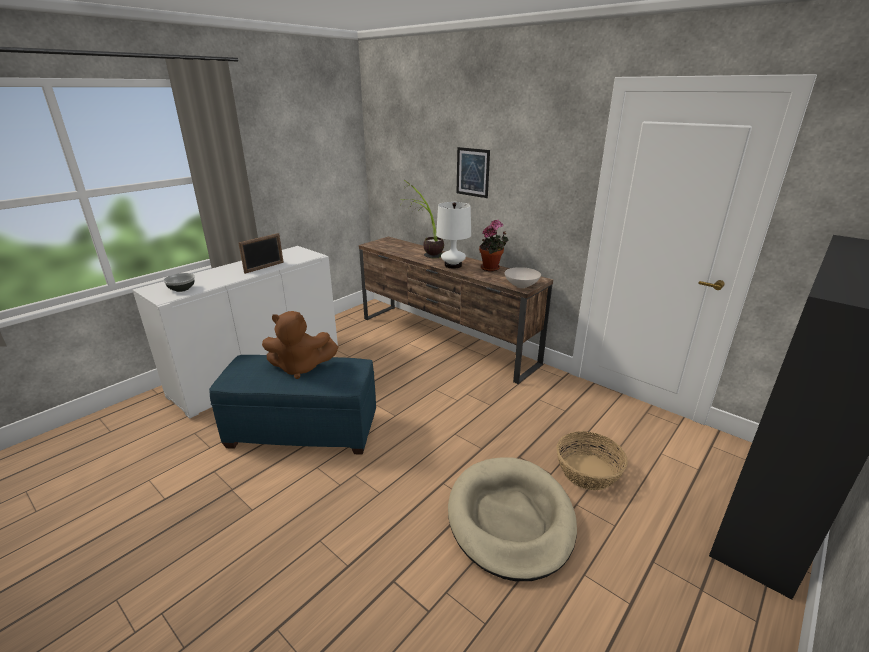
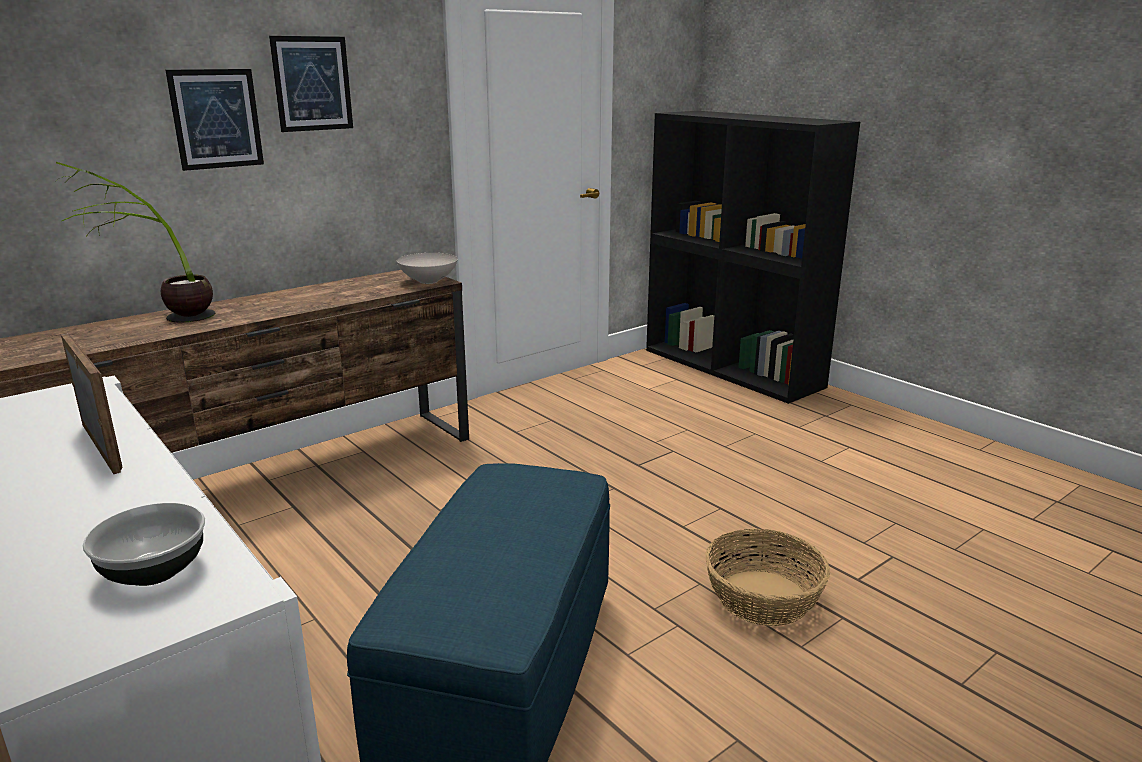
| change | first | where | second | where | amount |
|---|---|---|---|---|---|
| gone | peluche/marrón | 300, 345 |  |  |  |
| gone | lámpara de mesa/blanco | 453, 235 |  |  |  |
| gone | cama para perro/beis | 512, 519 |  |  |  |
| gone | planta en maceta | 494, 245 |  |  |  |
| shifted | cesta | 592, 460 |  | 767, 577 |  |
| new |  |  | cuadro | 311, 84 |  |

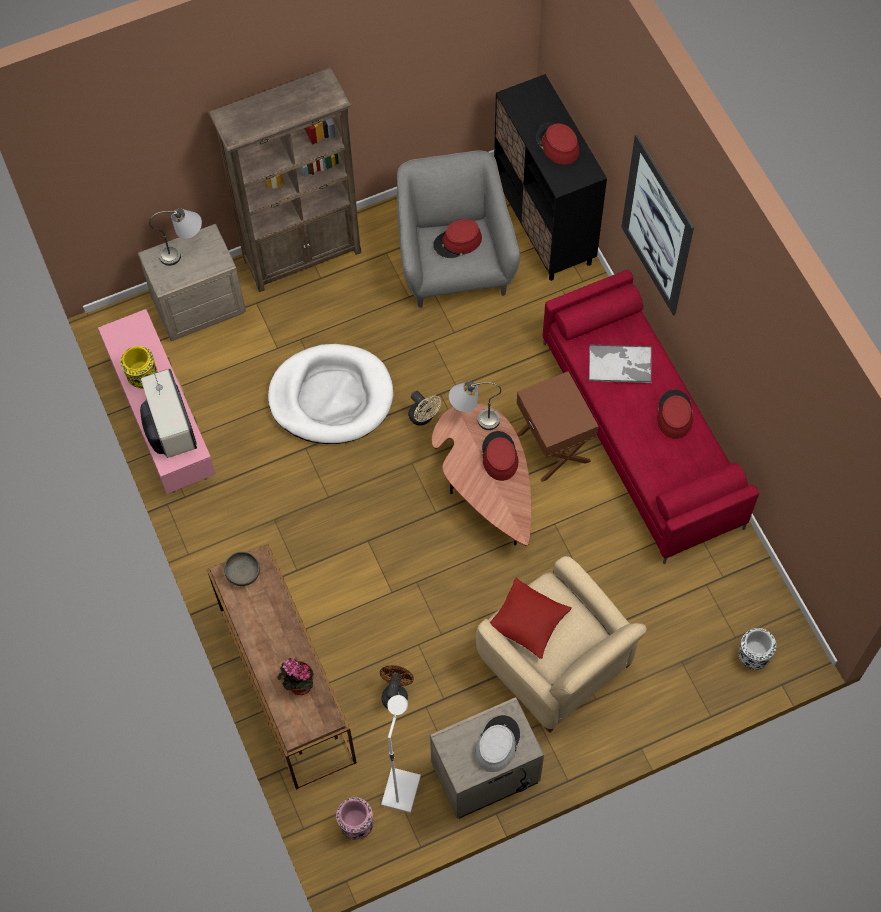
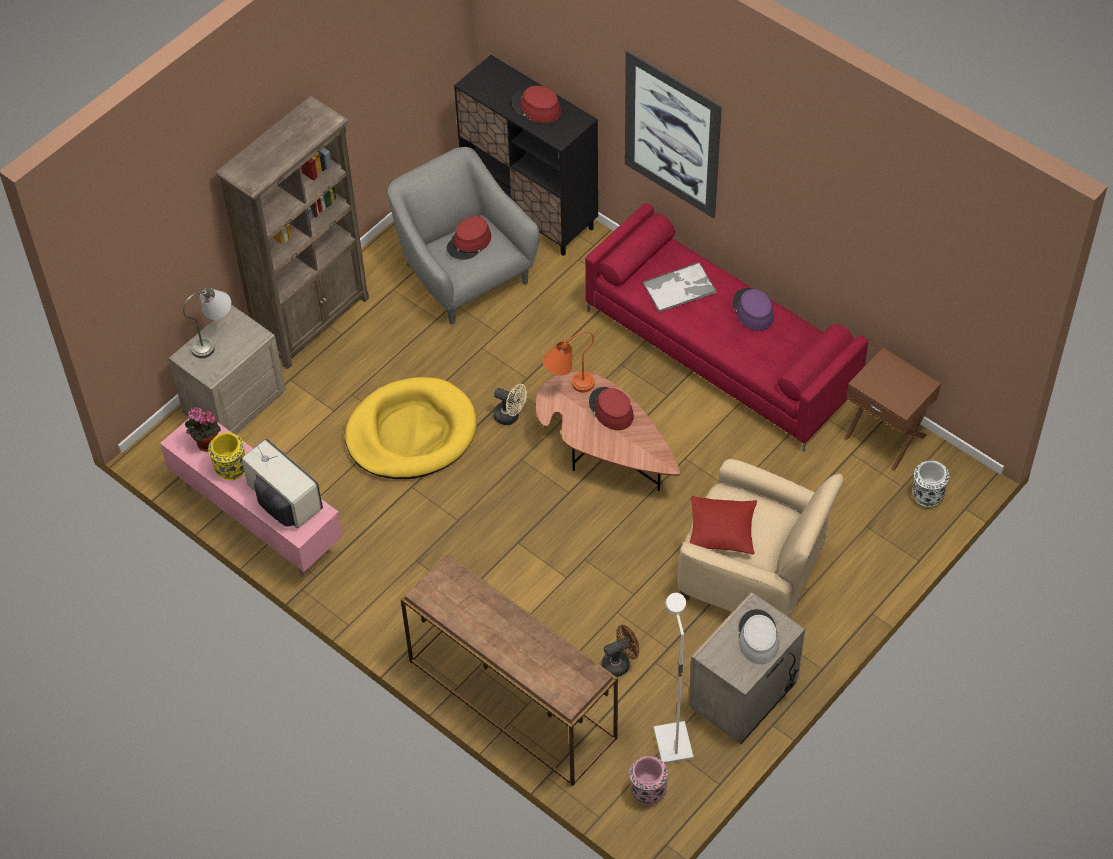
| change | first | where | second | where | amount |
|---|---|---|---|---|---|
| gone | cuenco/gris | 242, 568 |  |  |  |
| repainted | cama para perro/blanco | 331, 394 | cama para perro/amarillo | 410, 428 |  |
| shifted | planta en maceta | 295, 676 |  | 203, 429 |  |
| rotated | ventilador/marrón | 397, 687 |  | 620, 651 | 75 degrees clockwise |
| repainted | lámpara de mesa/gris | 475, 405 | lámpara de mesa/naranja | 568, 362 |  |
| shifted | mesa auxiliar/marrón | 558, 426 |  | 892, 409 |  |
| repainted | sombrero/rojo | 675, 414 | sombrero/morado | 753, 309 |  |

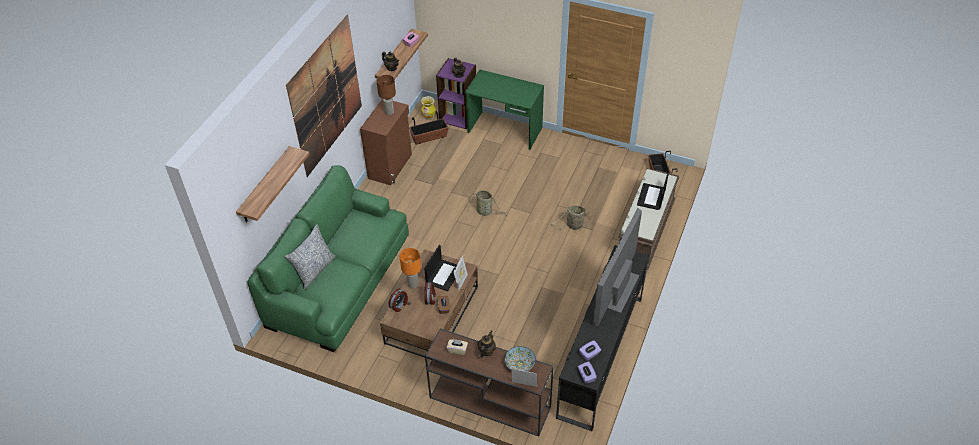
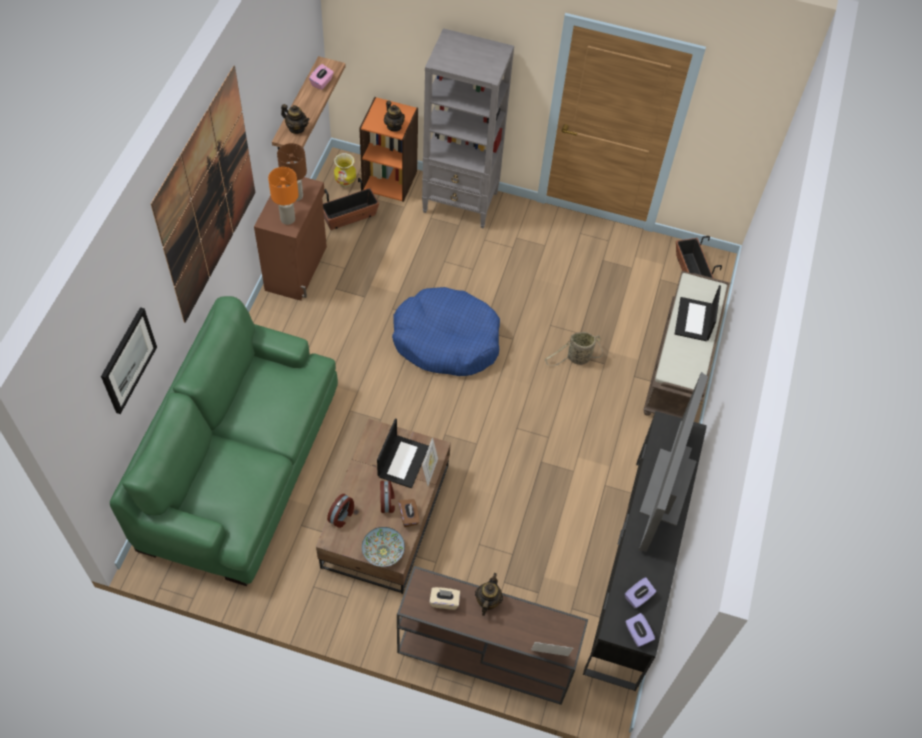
| change | first | where | second | where | amount |
|---|---|---|---|---|---|
| swapped | estante | 273, 184 | cuadro | 129, 360 |  |
| gone | cojín | 310, 257 |  |  |  |
| shifted | lámpara de mesa/naranja | 410, 268 |  | 283, 196 |  |
| repainted | estantería/morado | 456, 93 | estantería/naranja | 388, 149 |  |
| swapped | escritorio/verde | 504, 110 | estantería/gris | 468, 128 |  |
| swapped | cesta | 487, 203 | cama para perro/azul | 446, 331 |  |
| shifted | cuenco | 520, 358 |  | 383, 547 |  |

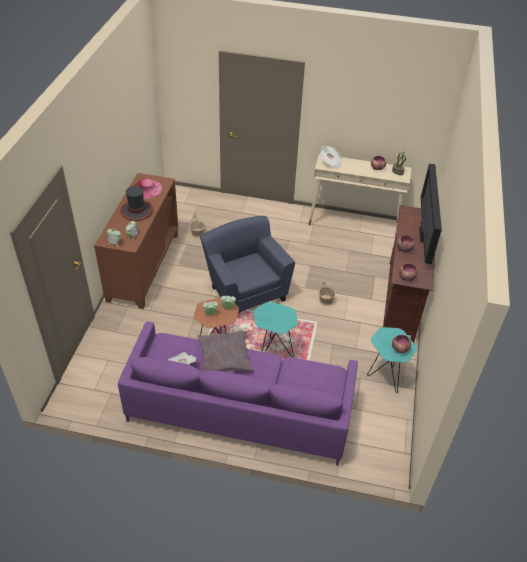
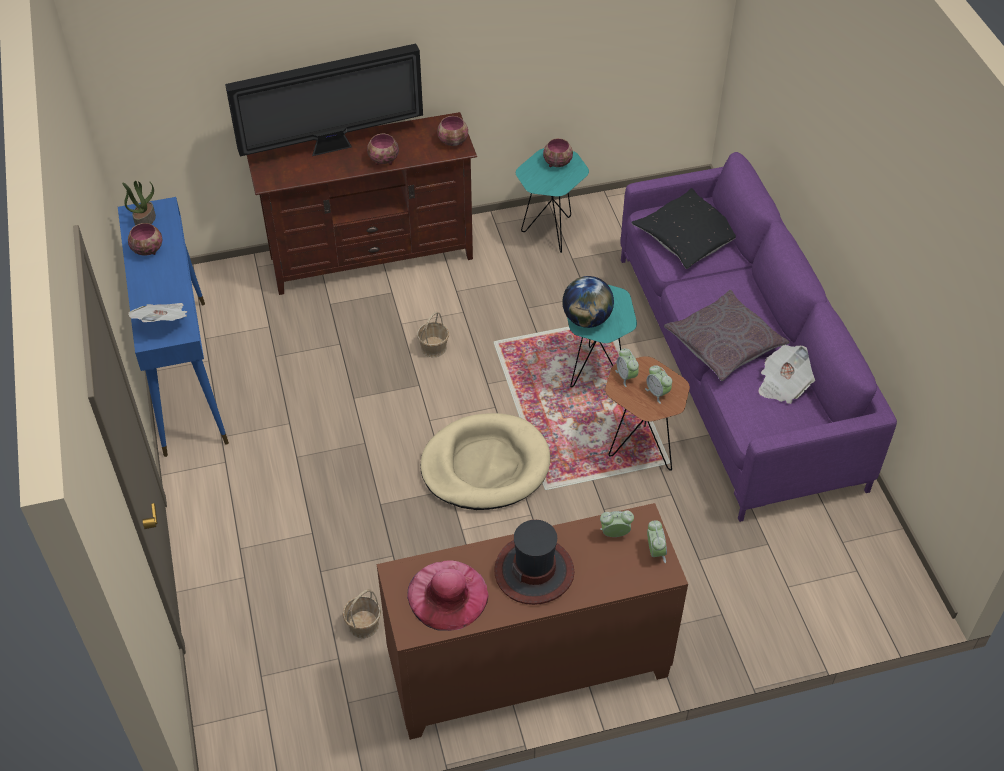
| change | first | where | second | where | amount |
|---|---|---|---|---|---|
| swapped | sillón/azul | 247, 264 | cama para perro/beis | 485, 461 |  |
| repainted | mesa consola/beis | 360, 195 | mesa consola/azul | 173, 327 |  |
| new |  |  | globo terráqueo | 588, 302 |  |
| new |  |  | cojín/negro | 684, 228 |  |

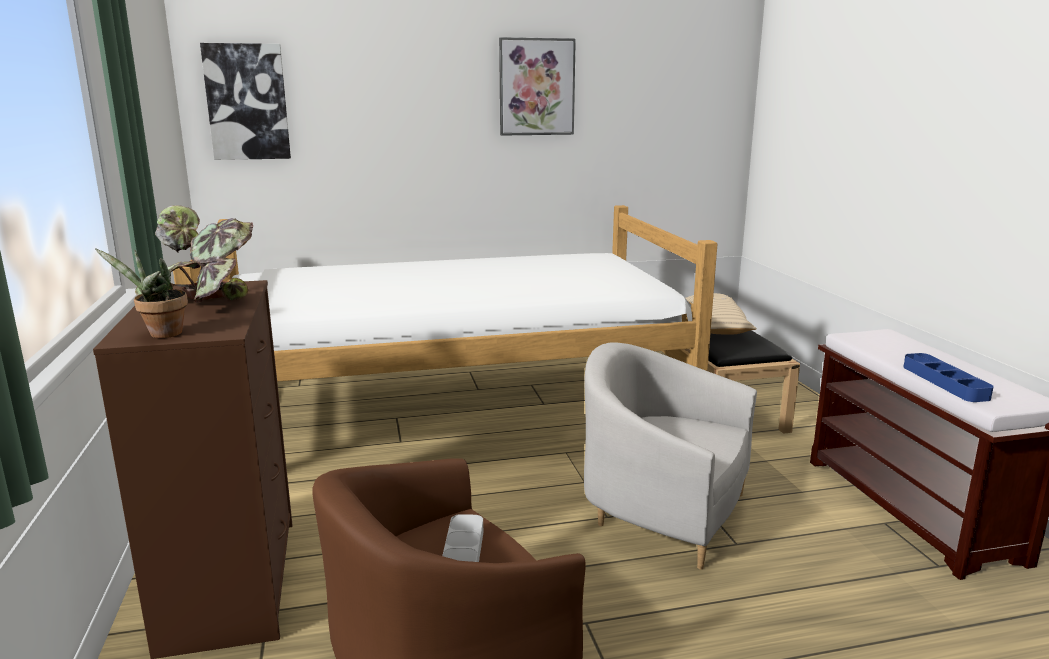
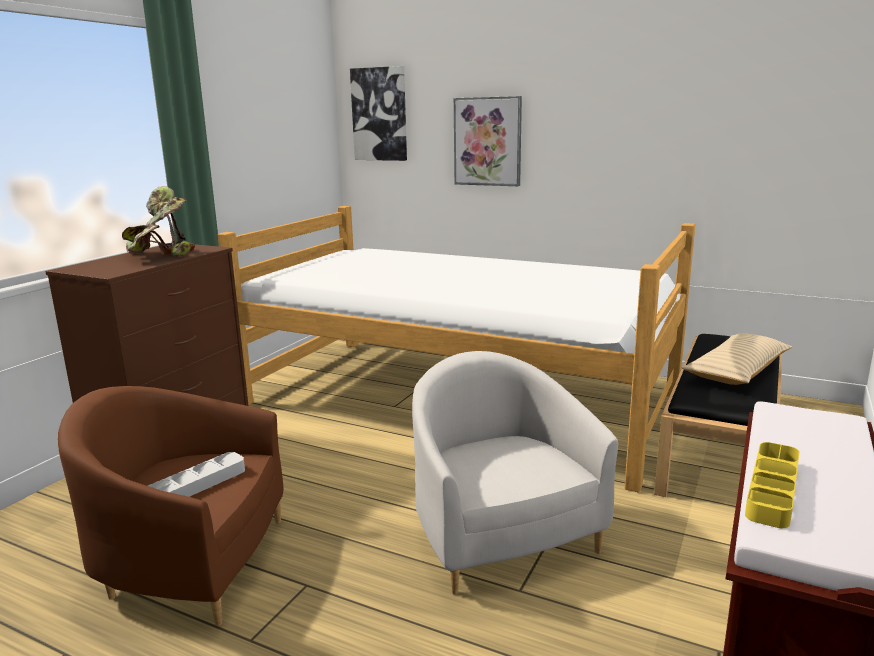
| change | first | where | second | where | amount |
|---|---|---|---|---|---|
| gone | planta en maceta | 141, 293 |  |  |  |
| shifted | cuadro | 537, 86 |  | 488, 141 |  |
| repainted | bandeja/azul | 949, 377 | bandeja/amarillo | 772, 485 |  |

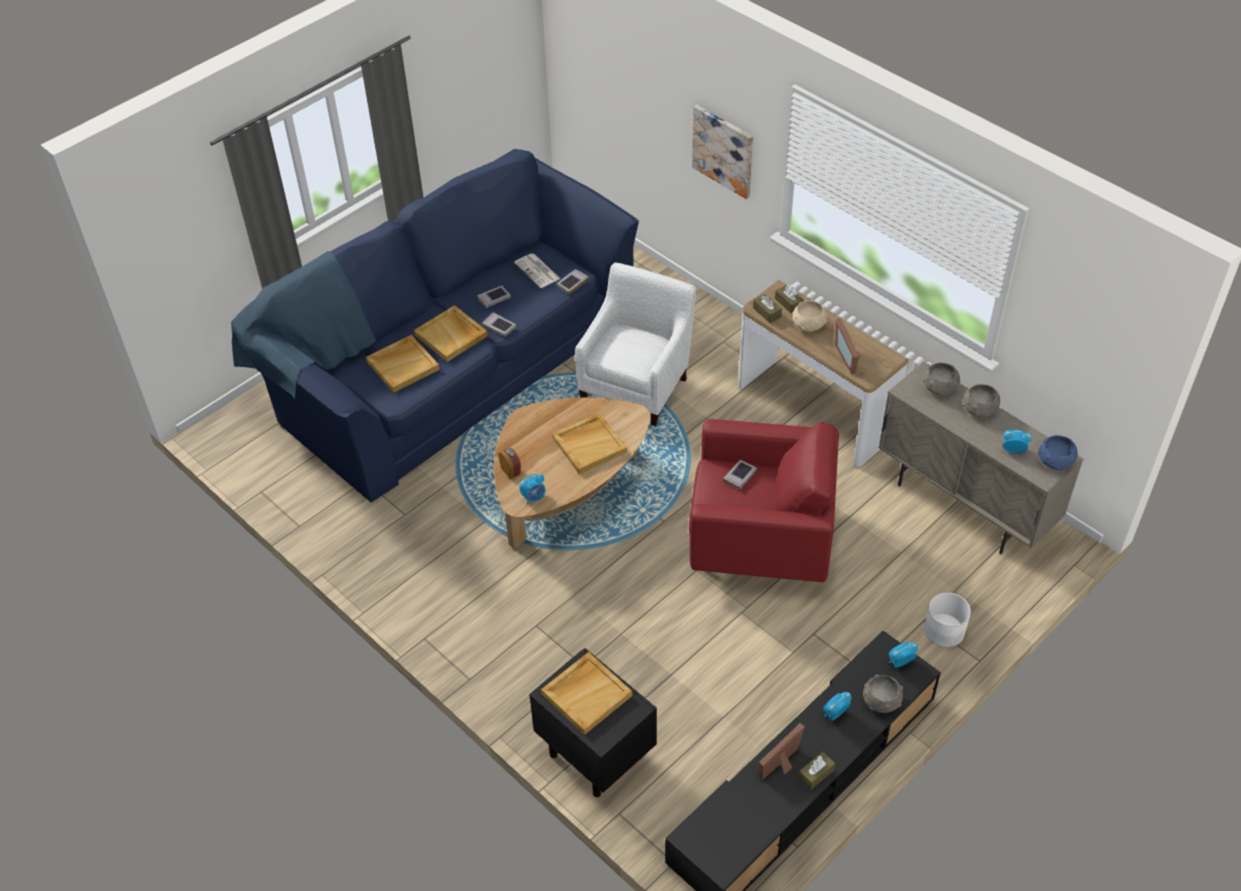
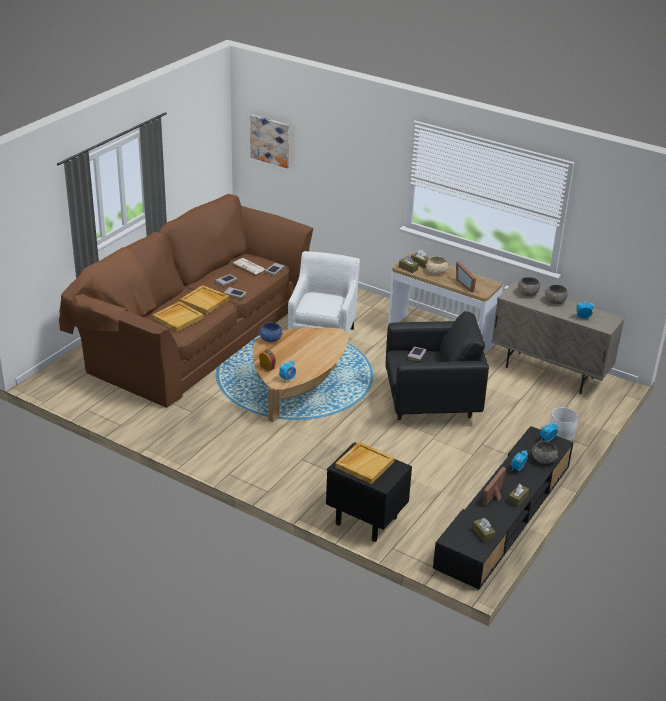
| change | first | where | second | where | amount |
|---|---|---|---|---|---|
| repainted | sofá/azul | 435, 325 | sofá/marrón | 186, 301 |  |
| gone | bandeja/beis | 589, 443 |  |  |  |
| repainted | sillón/rojo | 764, 500 | sillón/negro | 437, 365 |  |
| shifted | cuadro | 722, 152 |  | 269, 141 |  |
| shifted | cuenco/azul | 1058, 452 |  | 271, 332 |  |
| new |  |  | caja de pañuelos/marrón | 484, 530 |  |

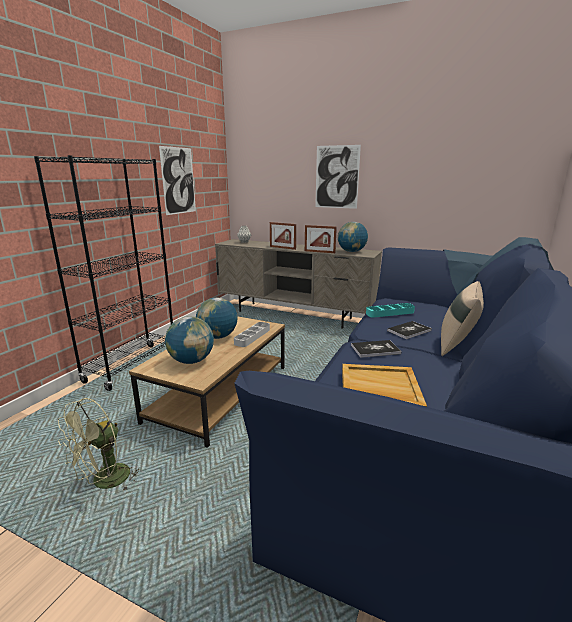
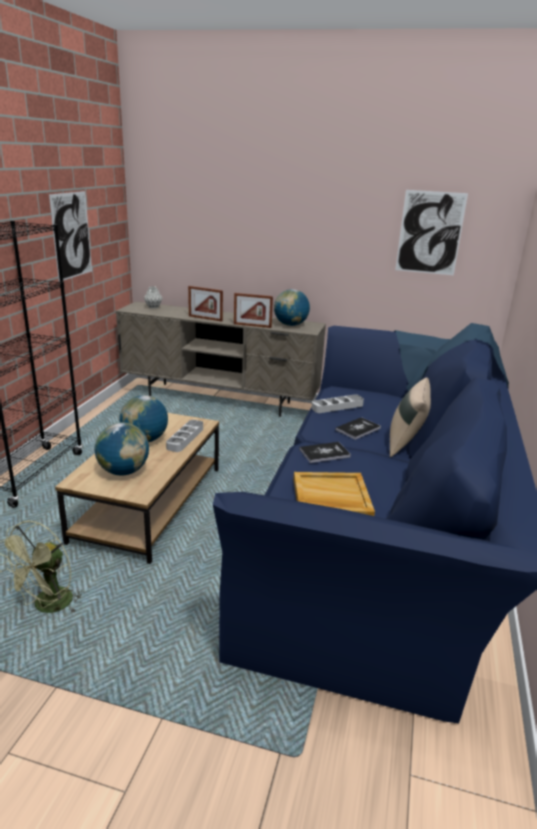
| change | first | where | second | where | amount |
|---|---|---|---|---|---|
| shifted | cuadro | 338, 177 |  | 431, 232 |  |
| repainted | bandeja/turquesa | 390, 310 | bandeja/gris | 338, 404 |  |

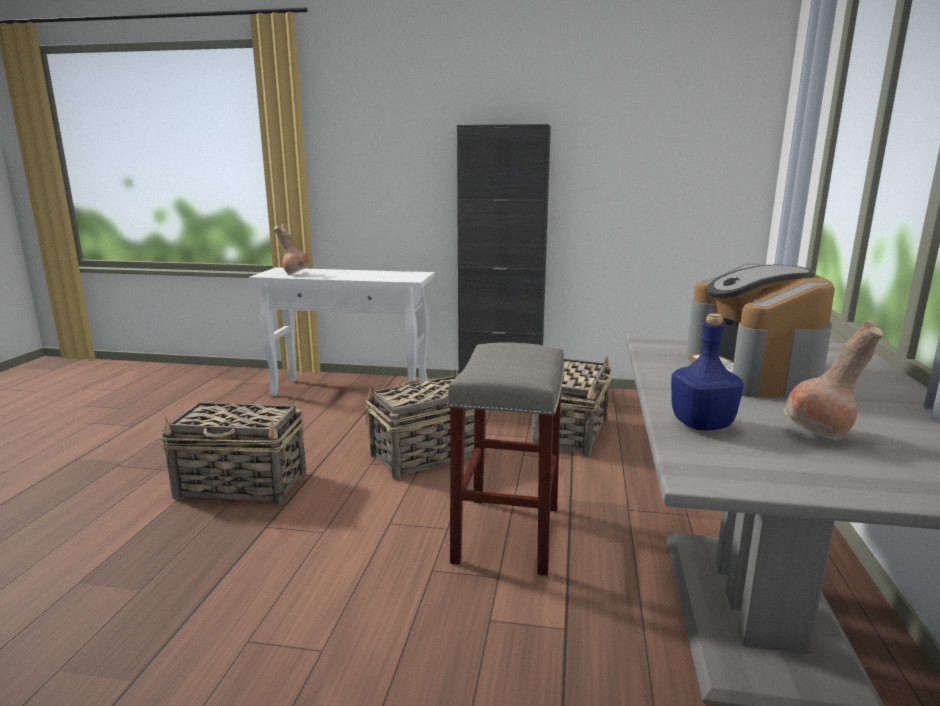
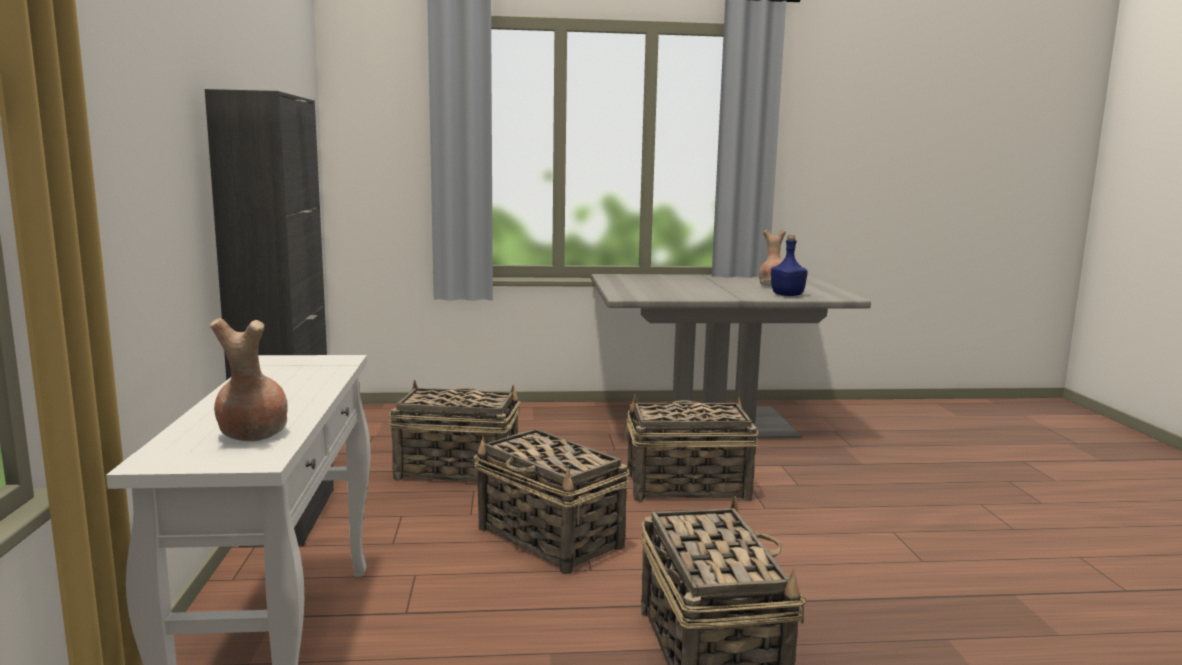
| change | first | where | second | where | amount |
|---|---|---|---|---|---|
| swapped | taburete/gris | 506, 459 | cesta | 691, 448 |  |
| gone | cafetera | 760, 331 |  |  |  |

